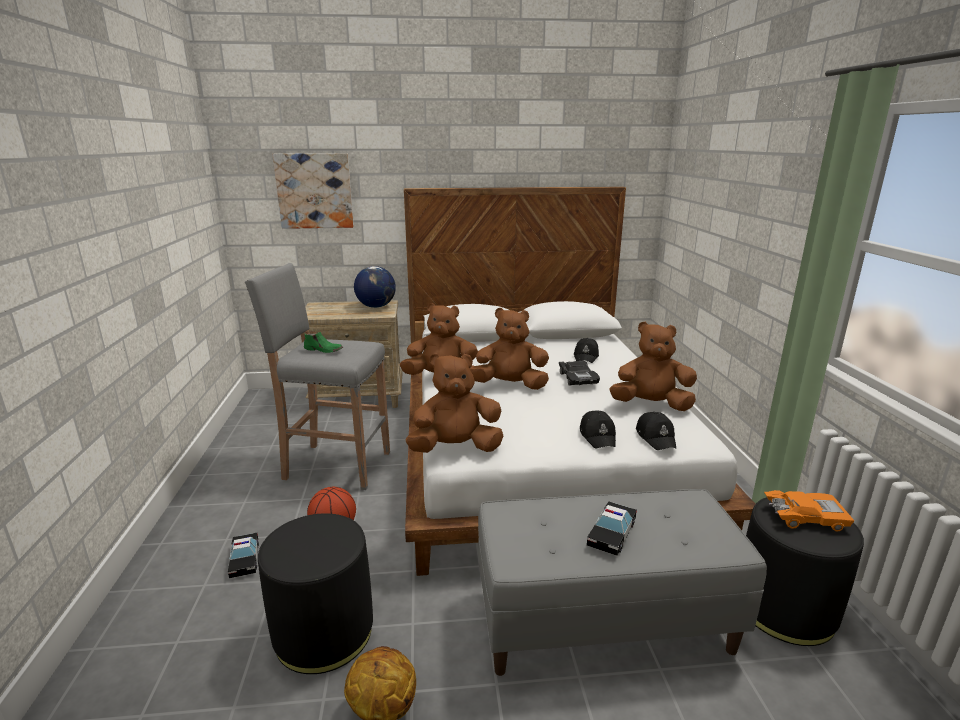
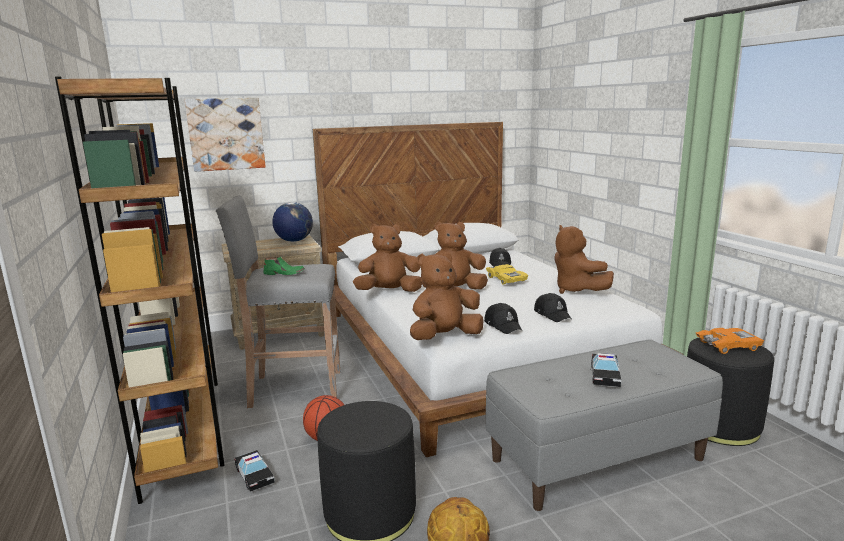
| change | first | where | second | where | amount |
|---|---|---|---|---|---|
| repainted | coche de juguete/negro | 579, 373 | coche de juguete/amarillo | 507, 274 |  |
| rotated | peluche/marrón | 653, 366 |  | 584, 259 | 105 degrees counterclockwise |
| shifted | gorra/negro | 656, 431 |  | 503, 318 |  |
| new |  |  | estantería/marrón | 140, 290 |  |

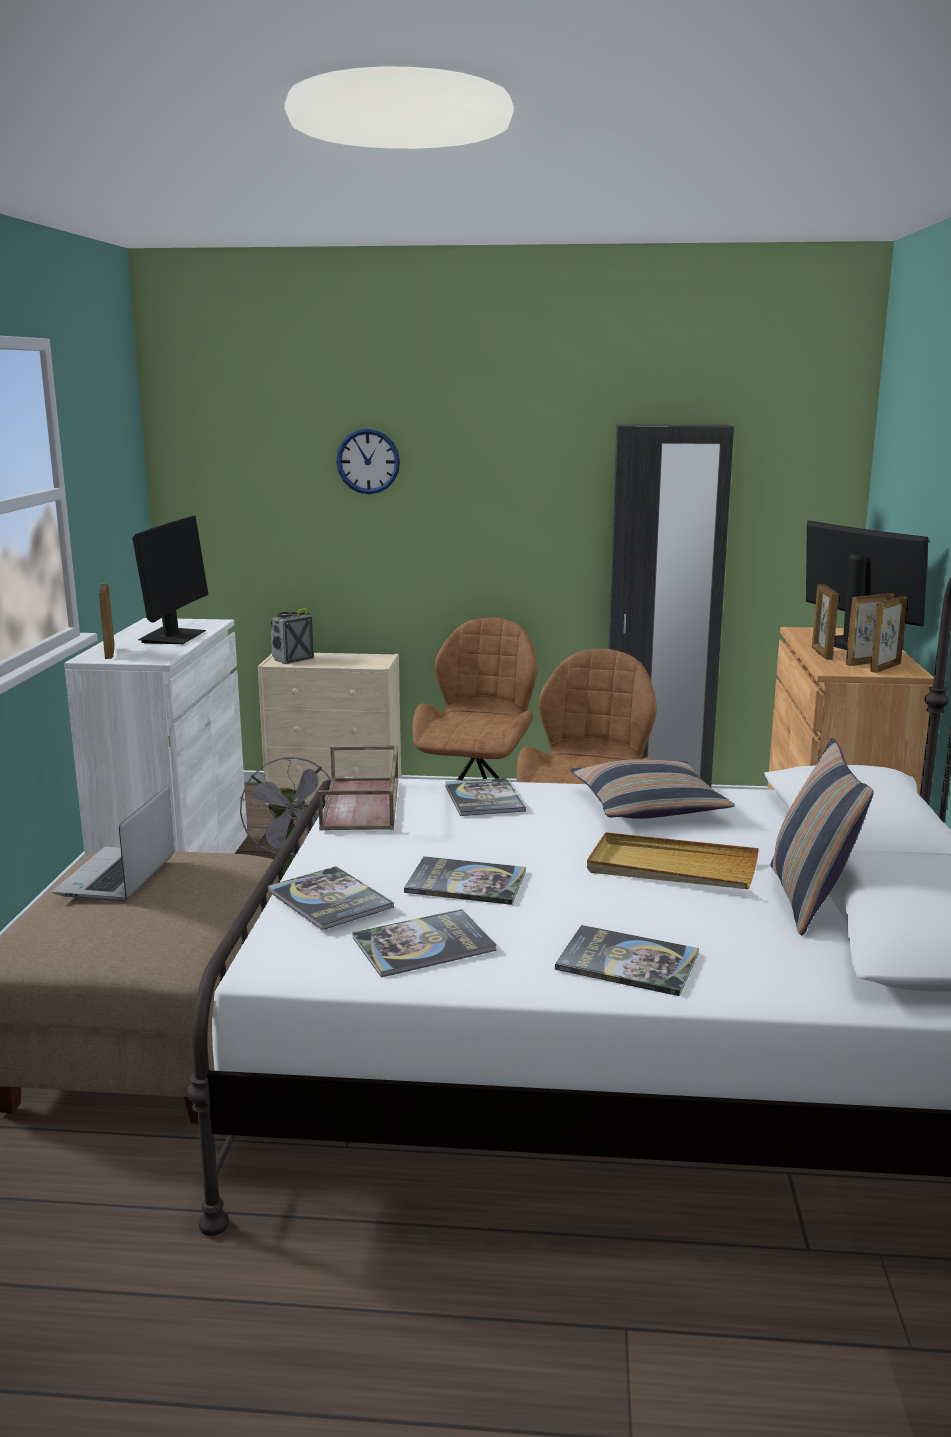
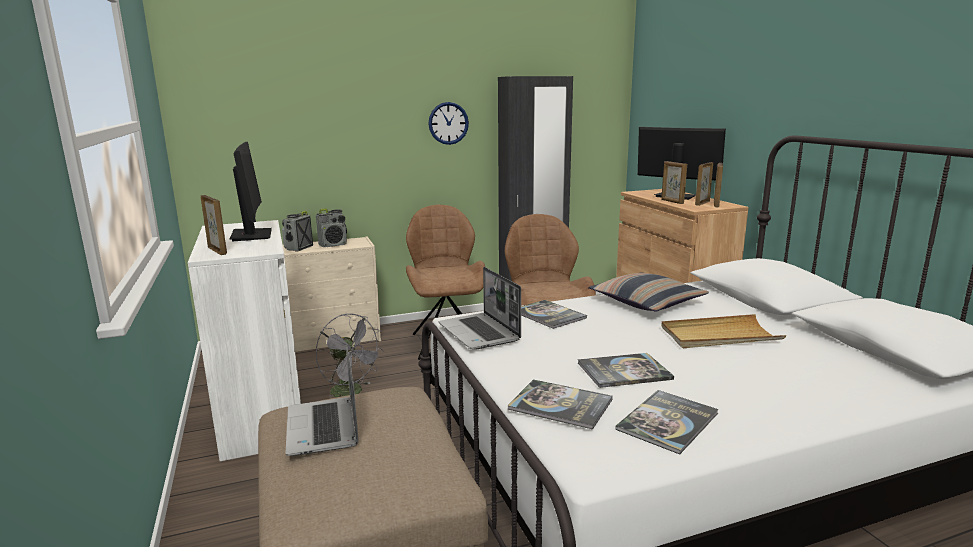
| change | first | where | second | where | amount |
|---|---|---|---|---|---|
| swapped | bandeja/marrón | 358, 788 | portátil | 480, 308 |  |
| shifted | reloj de pared | 368, 461 |  | 448, 123 |  |
| gone | libro | 627, 960 |  |  |  |
| gone | cojín | 822, 836 |  |  |  |
| new |  |  | radio | 331, 227 |  |

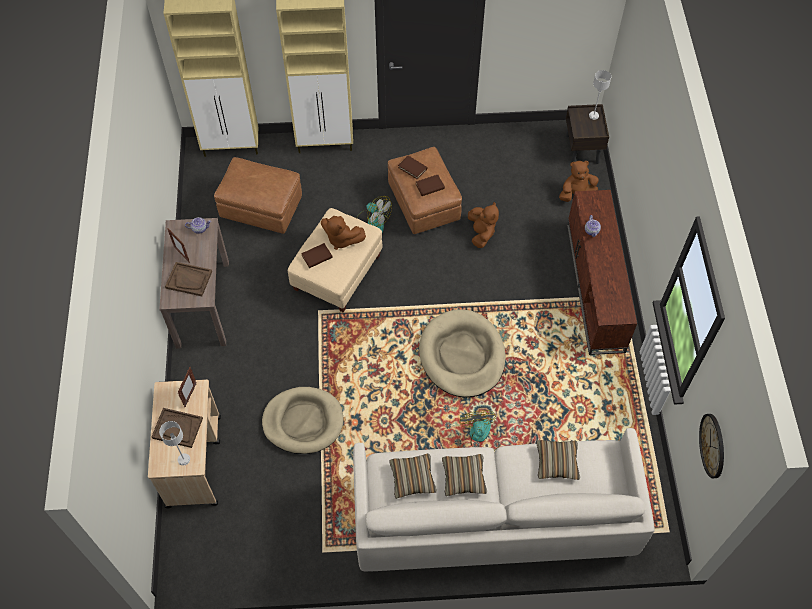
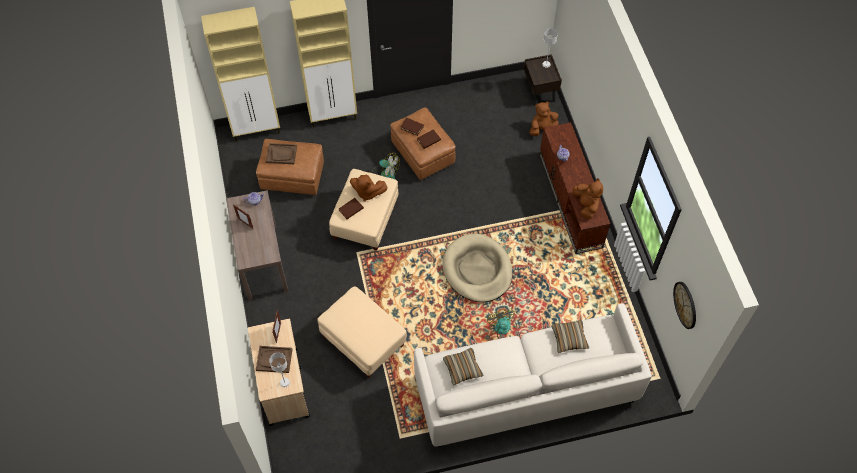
| change | first | where | second | where | amount |
|---|---|---|---|---|---|
| shifted | bandeja/marrón | 188, 279 |  | 281, 153 |  |
| swapped | cama para perro/beis | 303, 420 | puf/beis | 362, 332 |  |
| gone | cojín | 464, 475 |  |  |  |
| shifted | peluche/marrón | 483, 225 |  | 588, 198 |  |

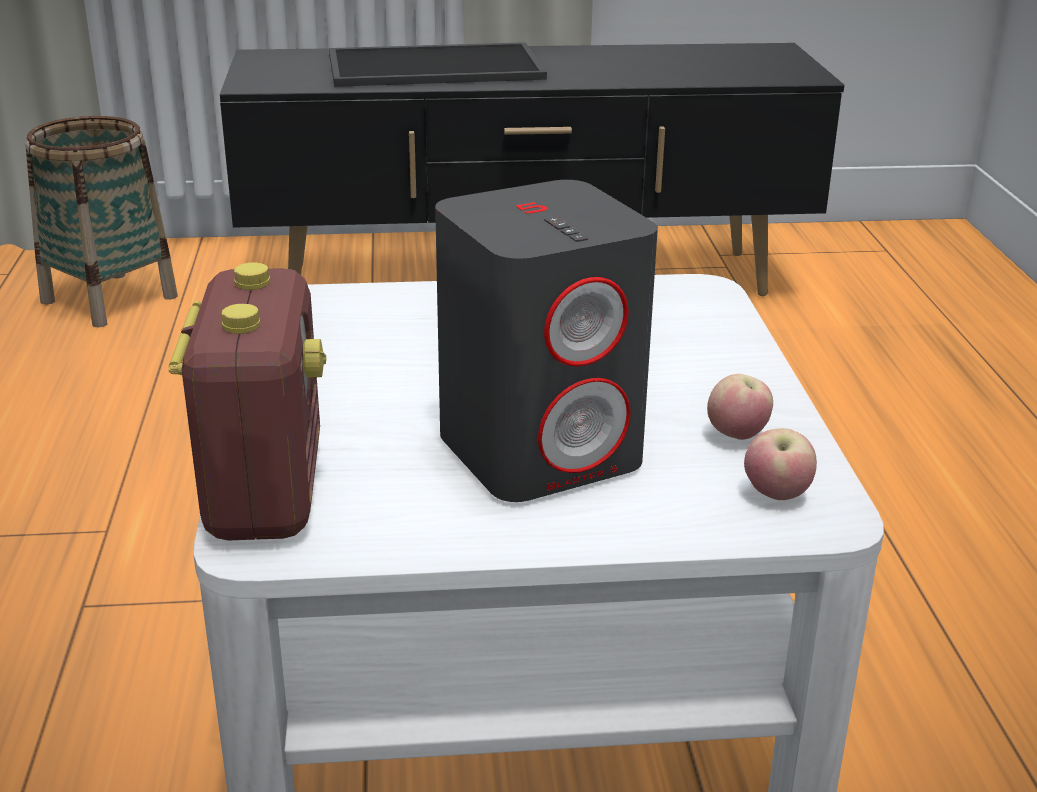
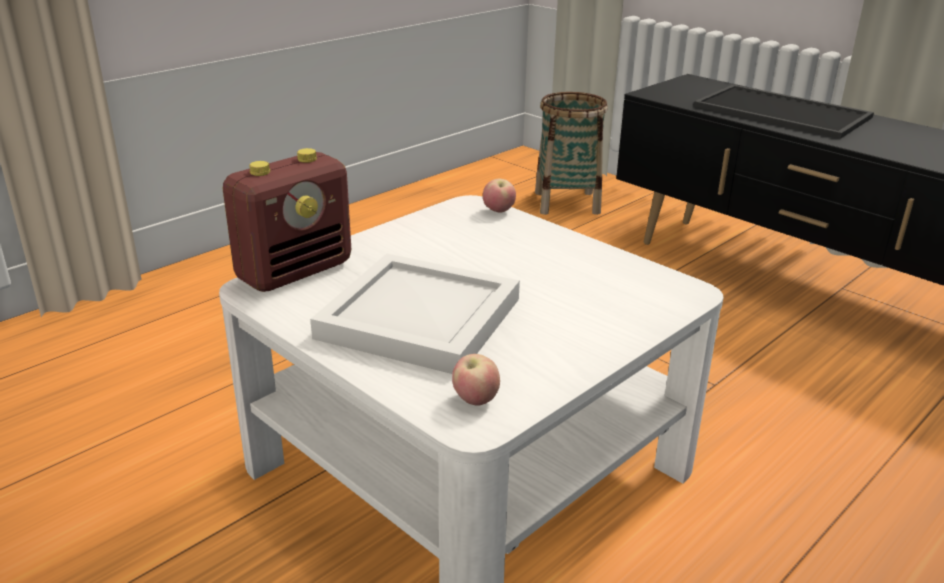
| change | first | where | second | where | amount |
|---|---|---|---|---|---|
| swapped | altavoz/gris | 546, 341 | bandeja/blanco | 415, 314 |  |
| shifted | manzana | 740, 407 |  | 499, 195 |  |

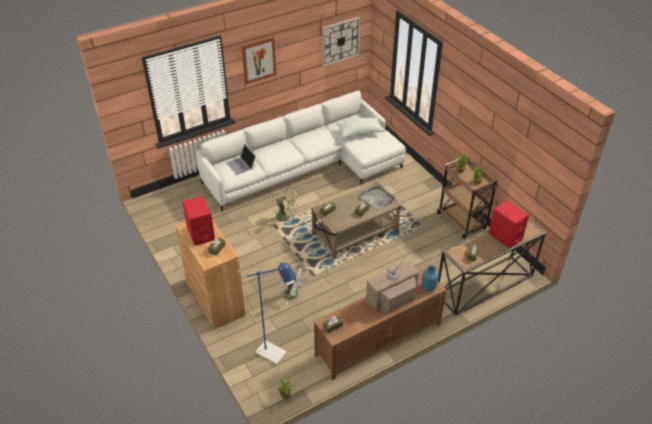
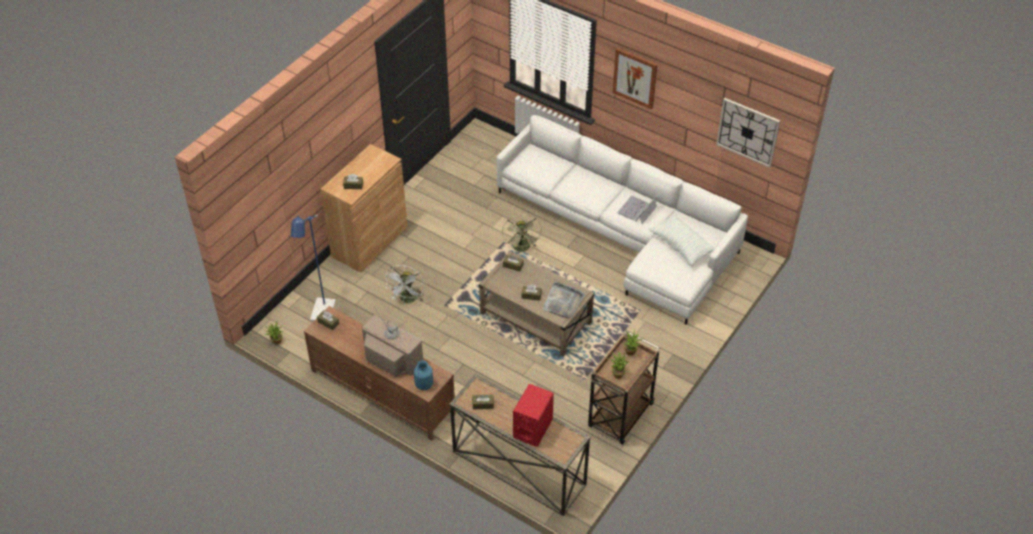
| change | first | where | second | where | amount |
|---|---|---|---|---|---|
| gone | altavoz/rojo | 198, 221 |  |  |  |
| shifted | portátil | 241, 159 |  | 638, 208 |  |

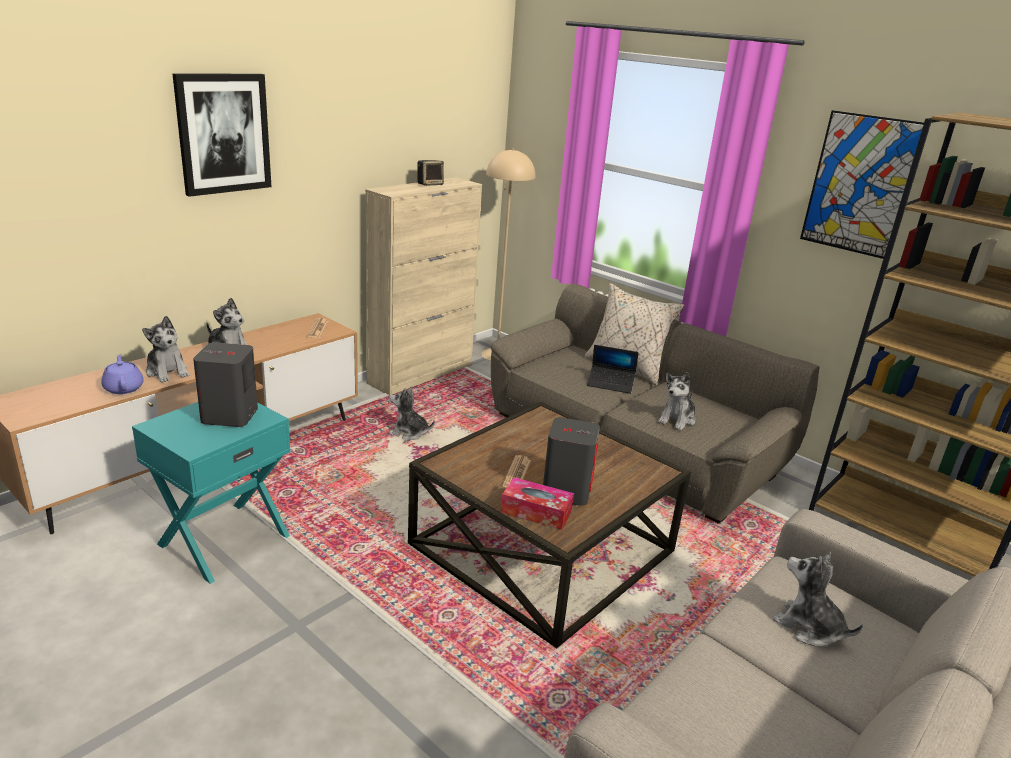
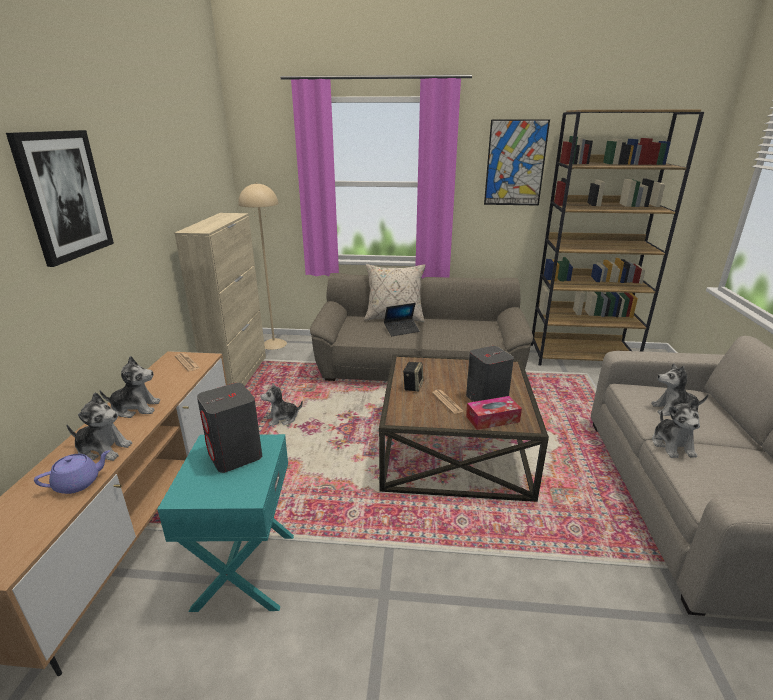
| change | first | where | second | where | amount |
|---|---|---|---|---|---|
| rotated | tetera/morado | 122, 374 |  | 72, 472 | 120 degrees clockwise |
| shifted | altavoz | 430, 173 |  | 413, 377 |  |
| shifted | peluche | 676, 401 |  | 676, 428 |  |

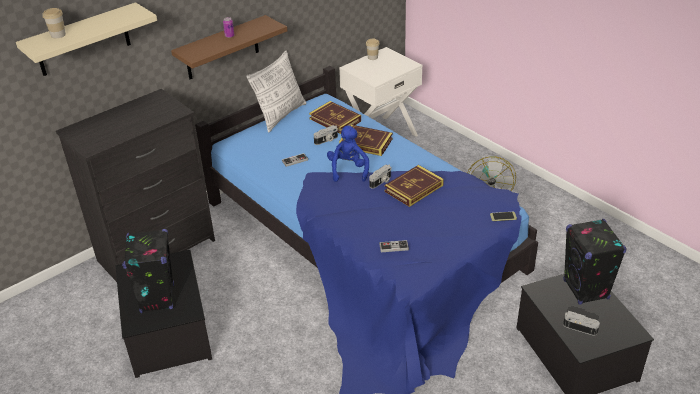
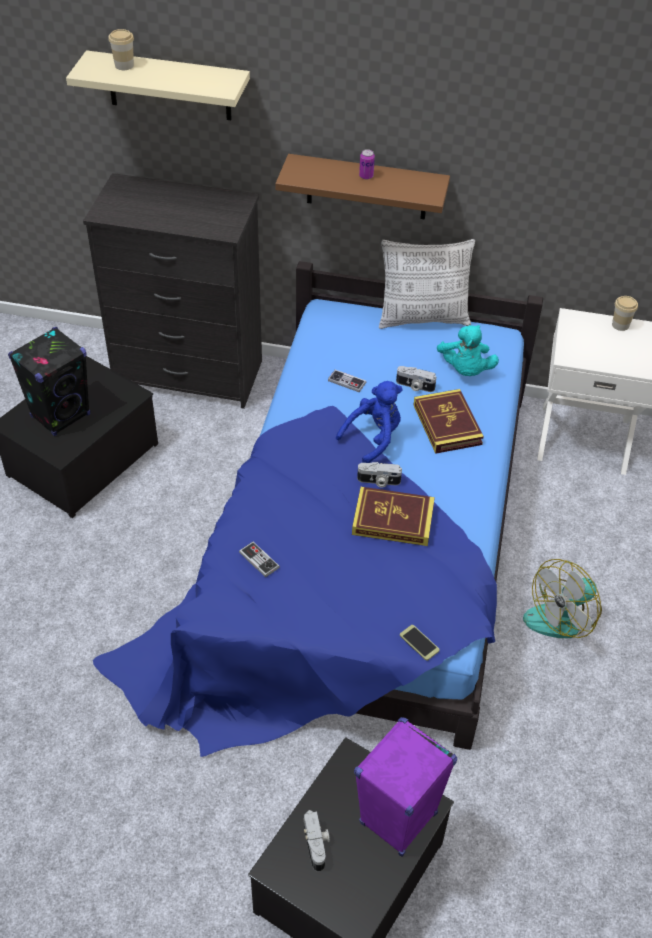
| change | first | where | second | where | amount |
|---|---|---|---|---|---|
| swapped | libro | 335, 117 | peluche/turquesa | 468, 350 |  |
| repainted | altavoz/negro | 595, 262 | altavoz/morado | 405, 787 |  |

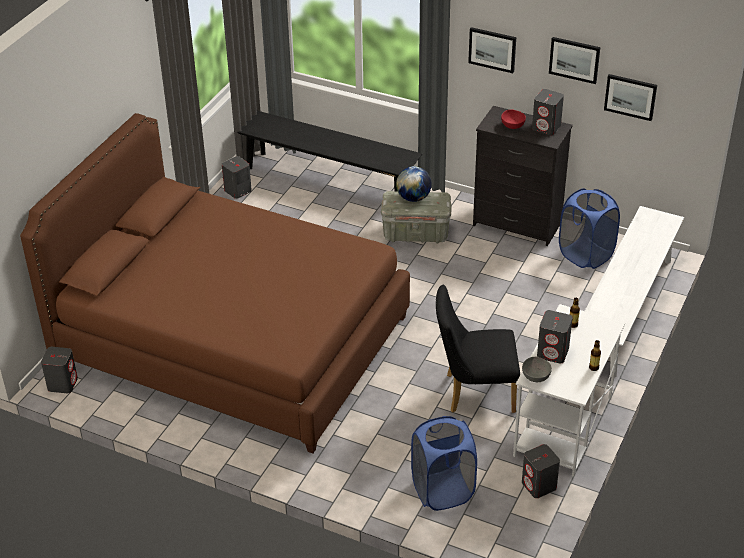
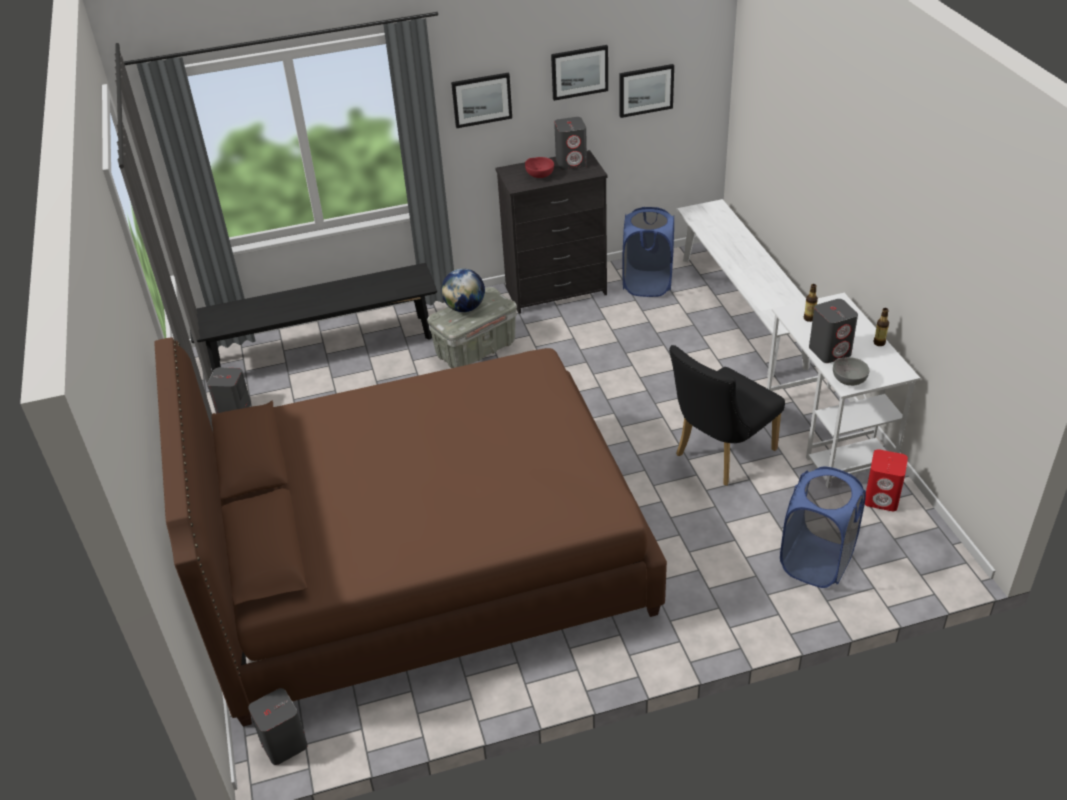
| change | first | where | second | where | amount |
|---|---|---|---|---|---|
| repainted | altavoz/gris | 541, 471 | altavoz/rojo | 886, 480 |  |

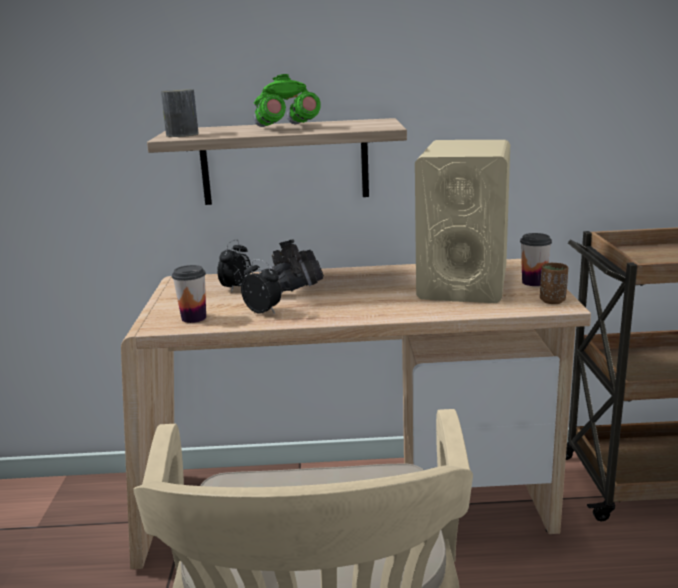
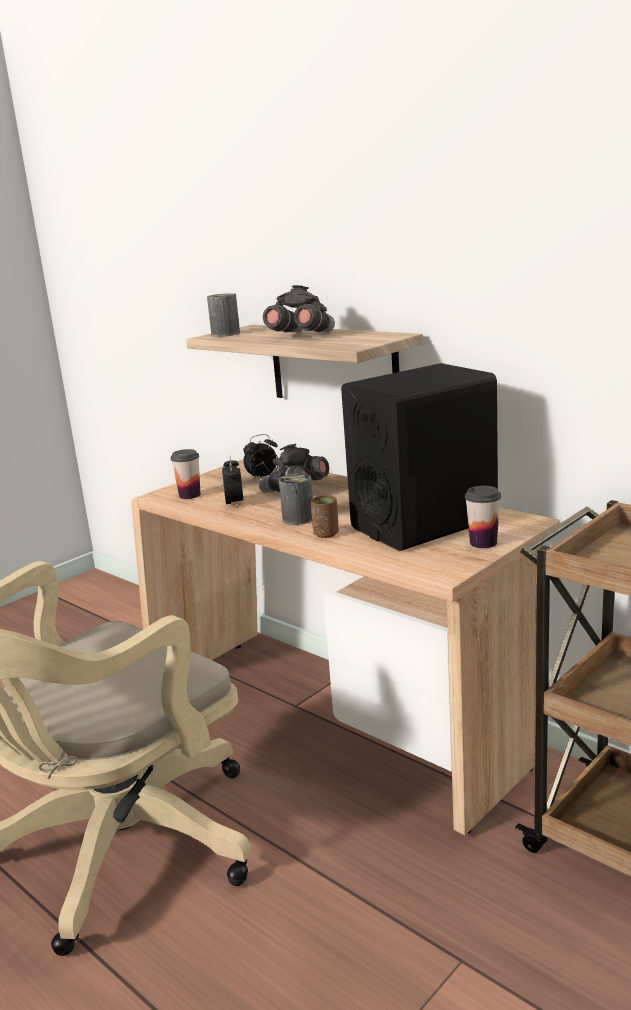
| change | first | where | second | where | amount |
|---|---|---|---|---|---|
| repainted | prismáticos/verde | 287, 100 | prismáticos/gris | 299, 308 |  |
| repainted | altavoz/beis | 462, 221 | altavoz/negro | 419, 457 |  |
| shifted | taza/marrón | 554, 283 |  | 325, 516 |  |
| new |  |  | lata | 296, 499 |  |

